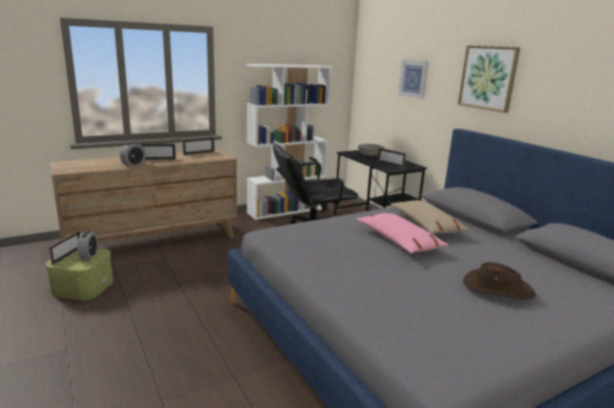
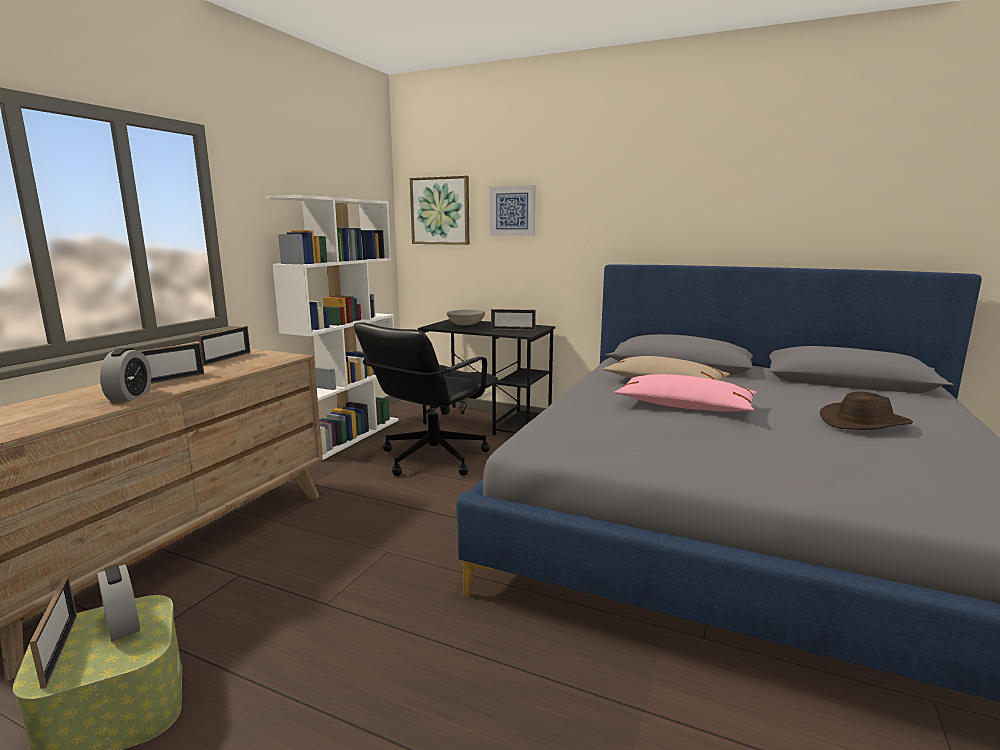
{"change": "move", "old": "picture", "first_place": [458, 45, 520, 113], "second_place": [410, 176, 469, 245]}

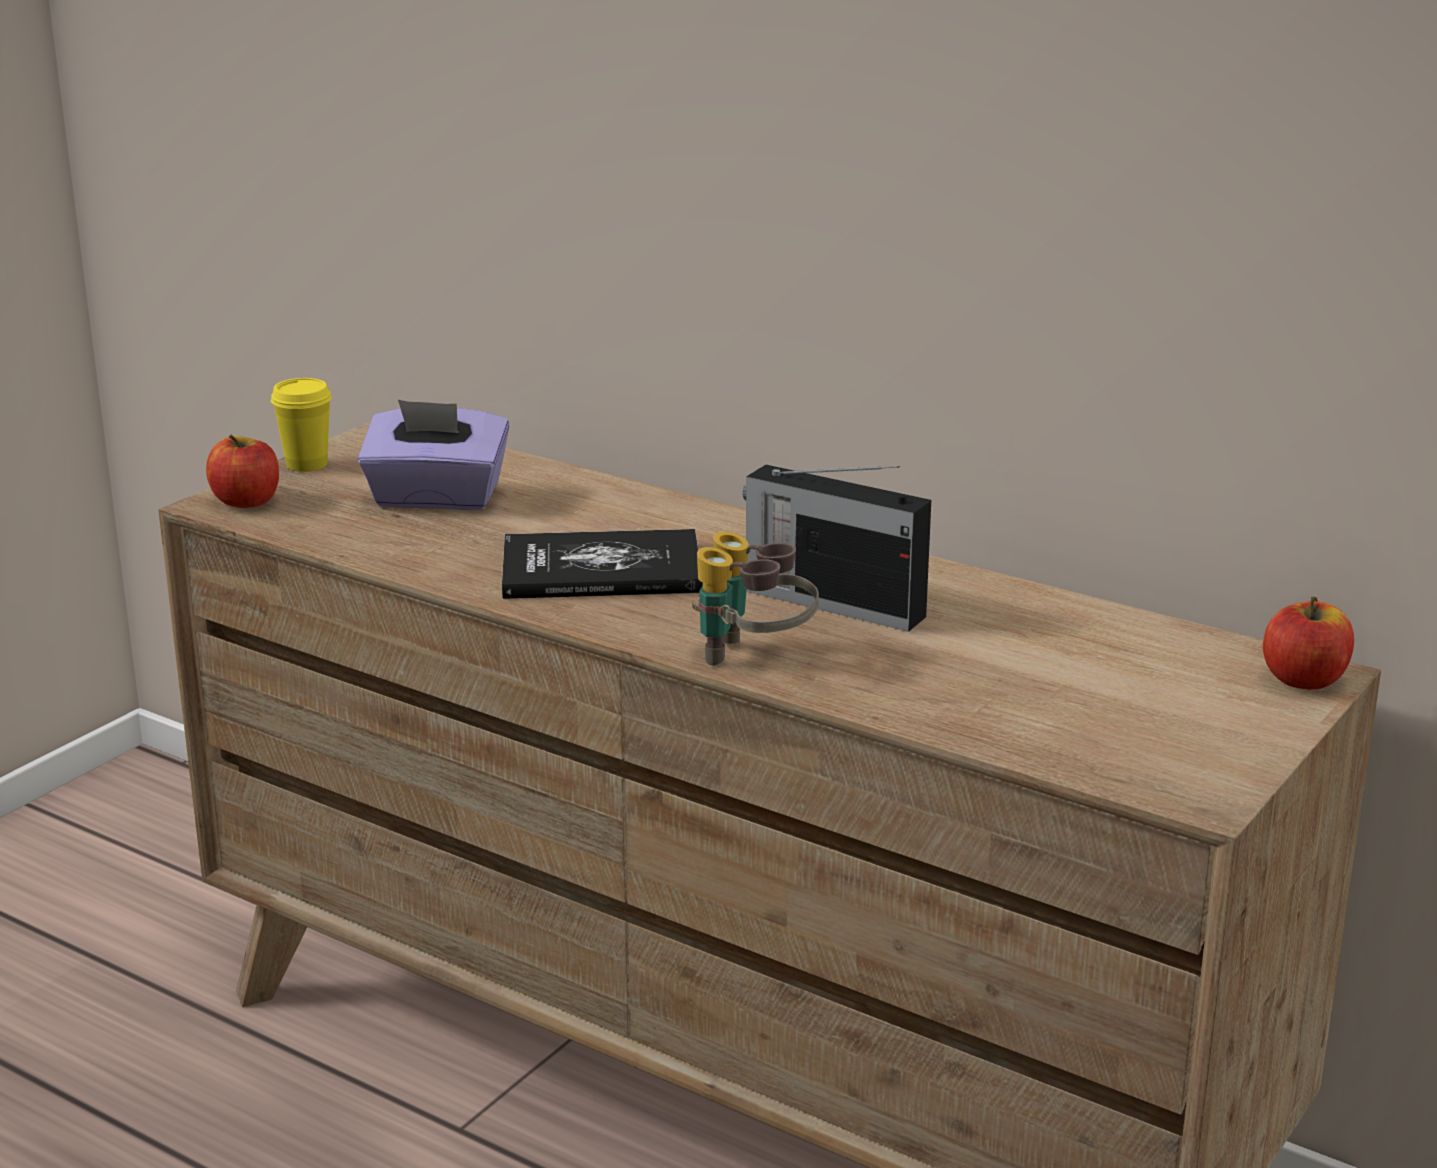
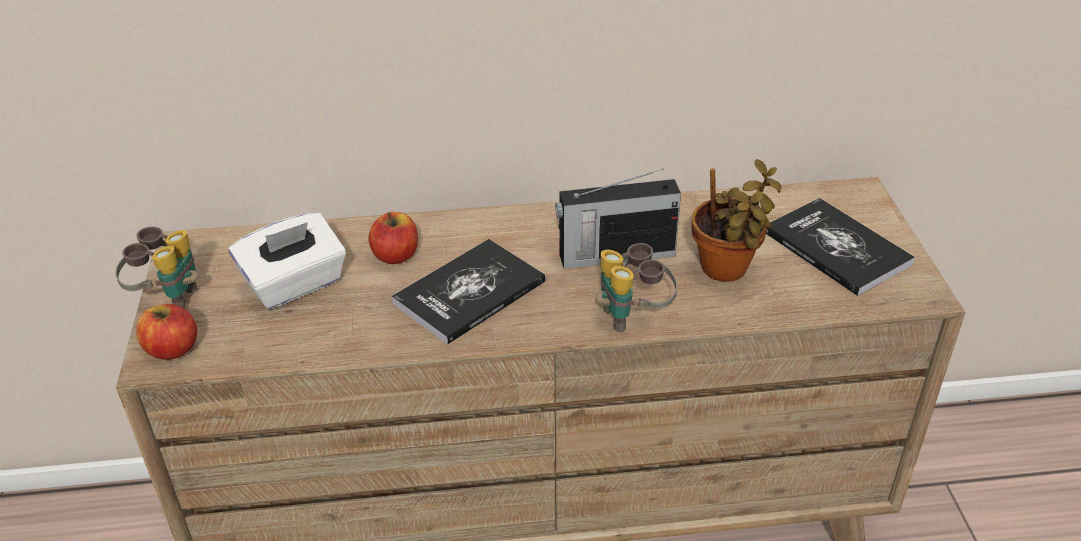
{"change": "insert", "new": "houseplant", "second_place": [692, 159, 782, 282]}
{"change": "insert", "new": "volume", "second_place": [766, 198, 915, 296]}
{"change": "move", "old": "apple fruit", "first_place": [1263, 596, 1354, 689], "second_place": [368, 212, 418, 264]}
{"change": "replace", "old": "cup/yellowish", "new": "pair of binoculars", "first_place": [271, 378, 332, 472], "second_place": [115, 227, 199, 308]}
{"change": "recolor", "old": "tissue holder/purple-coloured", "new": "tissue holder/whitish", "first_place": [358, 400, 509, 510], "second_place": [229, 213, 346, 309]}

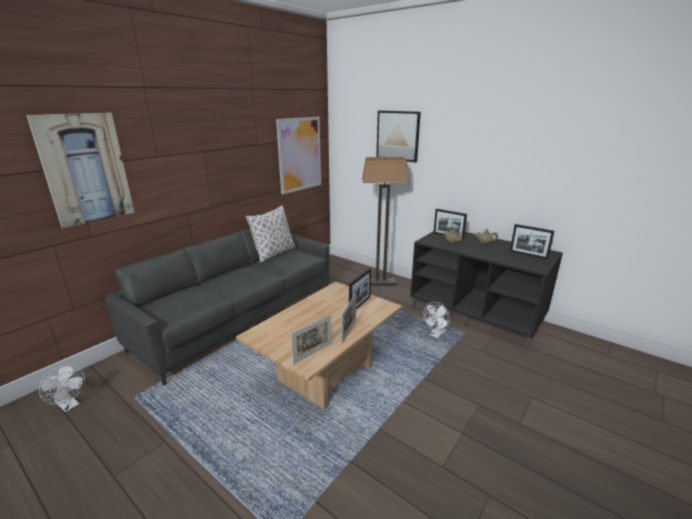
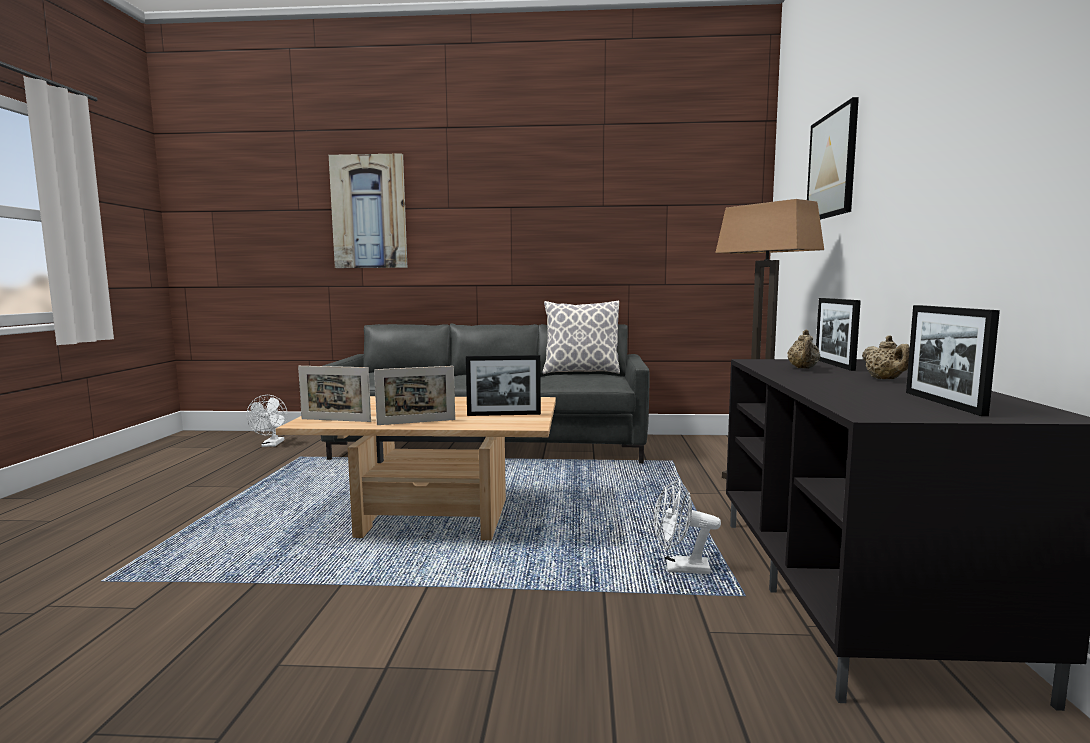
{"change": "delete", "old": "picture", "first_place": [276, 117, 321, 194]}

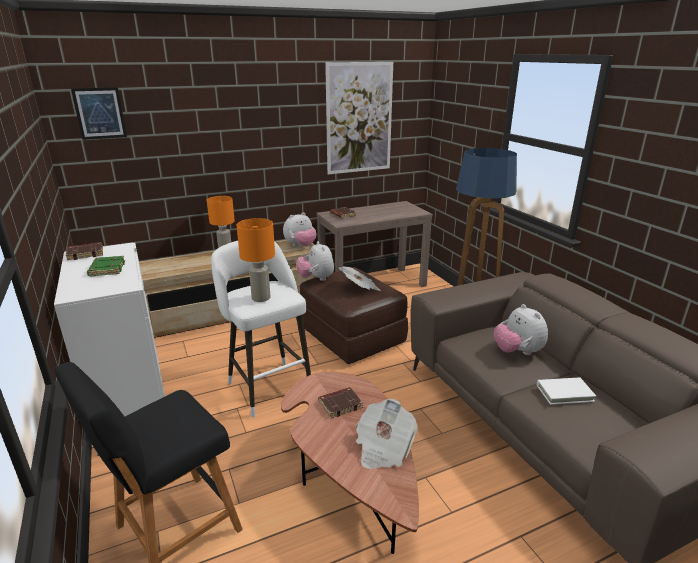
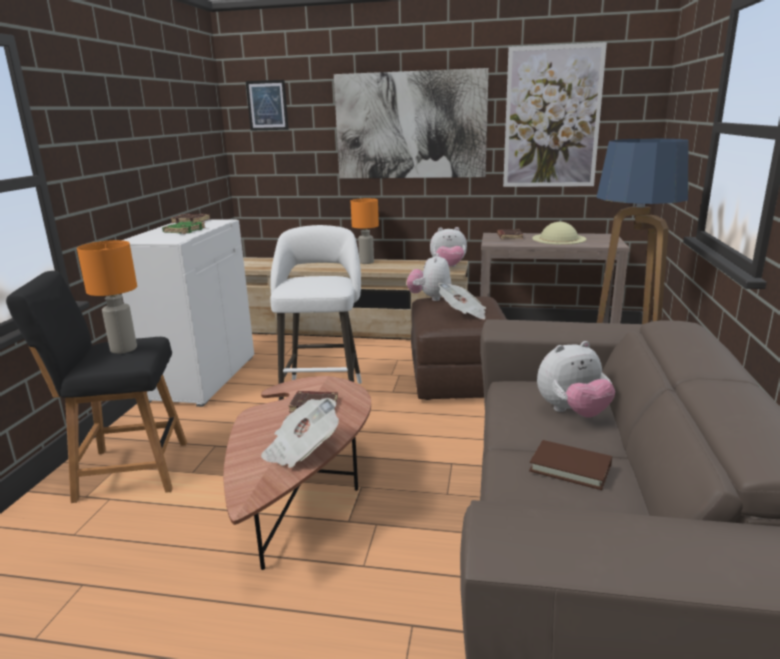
{"change": "insert", "new": "picture", "second_place": [334, 68, 489, 179]}
{"change": "insert", "new": "hat/sand-coloured", "second_place": [532, 222, 586, 245]}
{"change": "move", "old": "lamp for a table/orange-coloured", "first_place": [236, 218, 275, 302], "second_place": [77, 240, 137, 354]}
{"change": "recolor", "old": "volume/whitish", "new": "volume/brown-coloured", "first_place": [537, 377, 596, 405], "second_place": [529, 440, 612, 490]}
{"change": "rotate", "old": "soft toy", "first_place": [494, 304, 548, 355], "second_place": [537, 341, 615, 418], "degrees": -120}

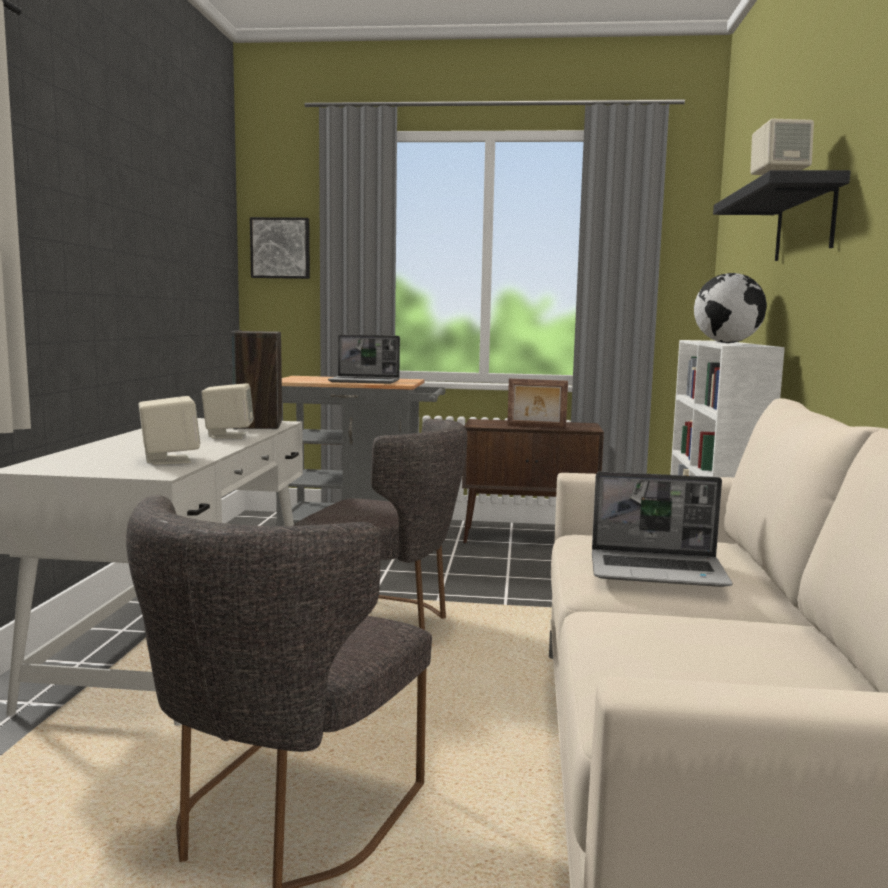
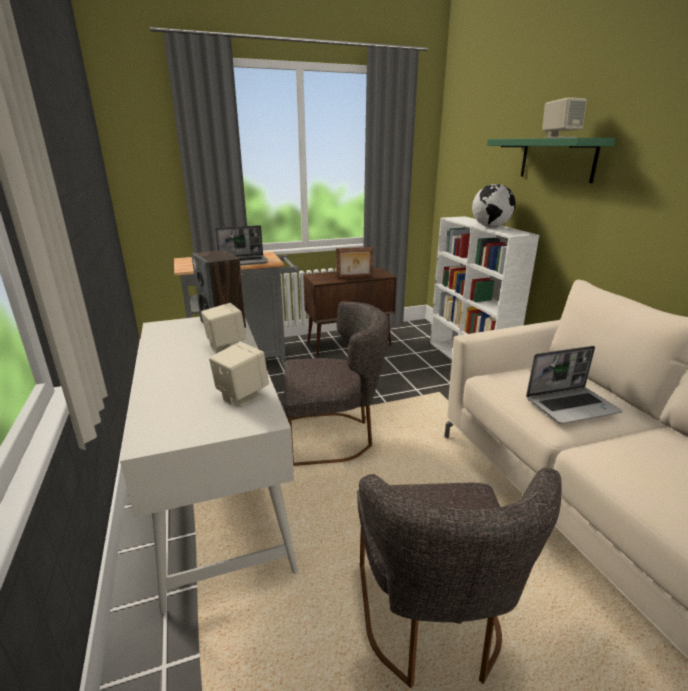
{"change": "delete", "old": "picture", "first_place": [250, 217, 310, 279]}
{"change": "recolor", "old": "bracket shelf/black", "new": "bracket shelf/green", "first_place": [713, 170, 851, 261], "second_place": [487, 138, 616, 183]}

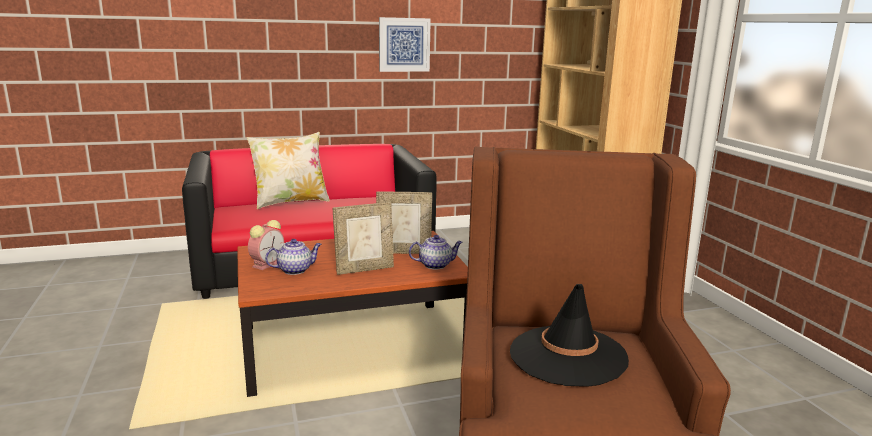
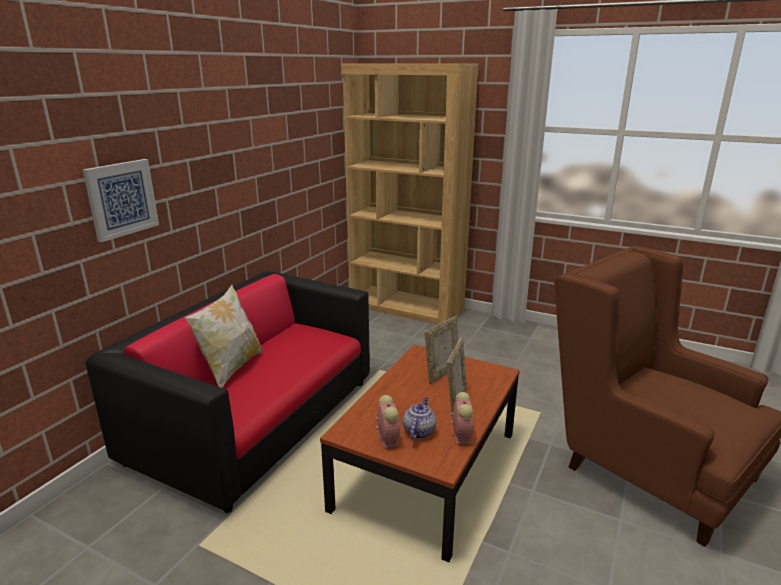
{"change": "delete", "old": "teapot", "first_place": [409, 235, 462, 270]}
{"change": "delete", "old": "hat/black", "first_place": [510, 284, 629, 387]}
{"change": "insert", "new": "bedside clock", "second_place": [450, 392, 474, 445]}
{"change": "move", "old": "picture", "first_place": [379, 17, 431, 72], "second_place": [83, 159, 159, 242]}

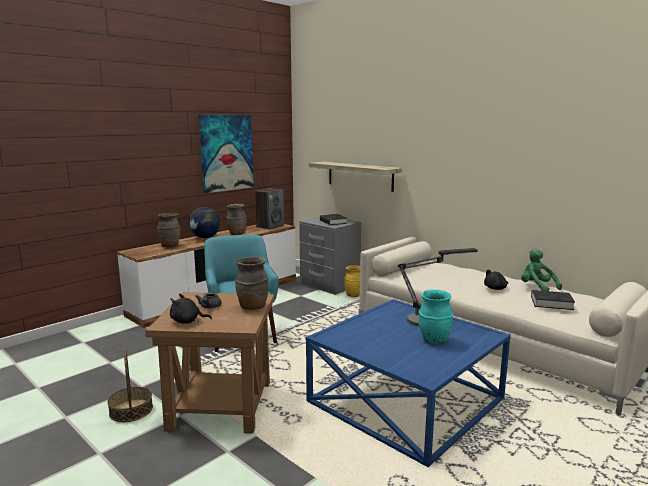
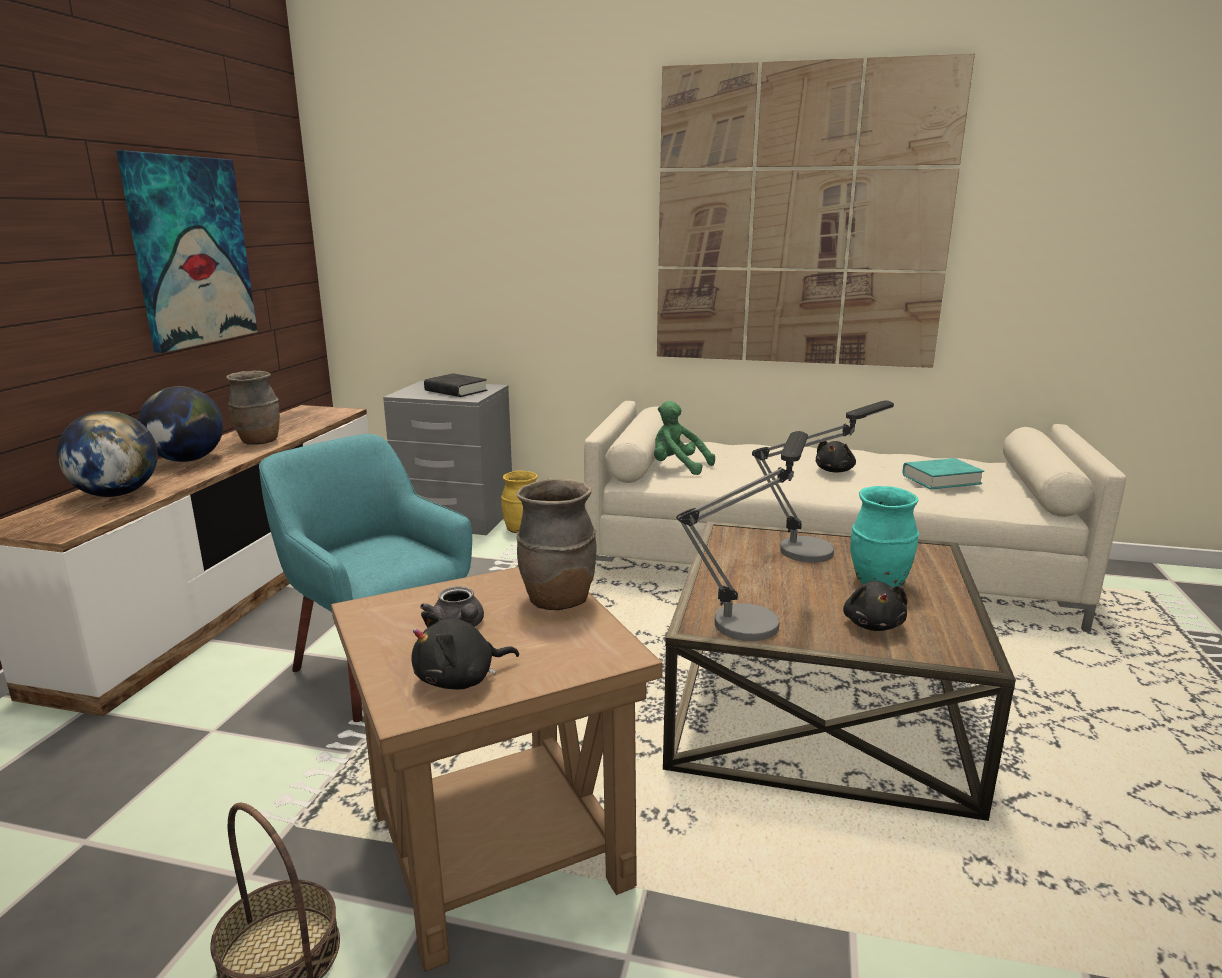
{"change": "delete", "old": "loudspeaker", "first_place": [255, 188, 284, 230]}
{"change": "delete", "old": "bracket shelf", "first_place": [309, 162, 402, 192]}
{"change": "insert", "new": "picture", "second_place": [657, 54, 975, 368]}
{"change": "insert", "new": "lamp for a table", "second_place": [676, 431, 808, 641]}
{"change": "insert", "new": "soft toy/black", "second_place": [843, 581, 907, 631]}
{"change": "move", "old": "soft toy/green", "first_place": [521, 248, 562, 291], "second_place": [654, 401, 715, 475]}
{"change": "replace", "old": "vase/brown-coloured", "new": "globe", "first_place": [157, 213, 181, 247], "second_place": [56, 411, 158, 497]}
{"change": "recolor", "old": "low table/bluish", "new": "low table/brown-coloured", "first_place": [306, 299, 511, 467], "second_place": [663, 521, 1016, 821]}
{"change": "recolor", "old": "volume/black", "new": "volume/blue-green", "first_place": [531, 290, 575, 310], "second_place": [903, 458, 984, 490]}

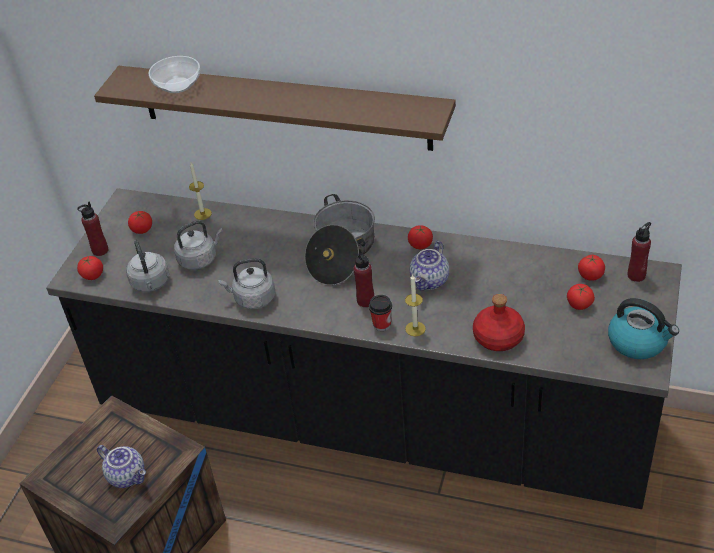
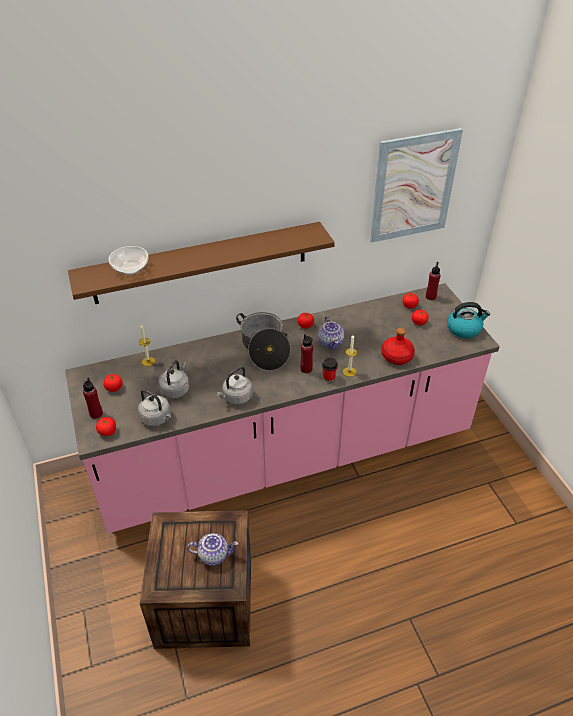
{"change": "insert", "new": "picture", "second_place": [370, 128, 463, 243]}
{"change": "recolor", "old": "counter/black", "new": "counter/pink", "first_place": [46, 188, 682, 509], "second_place": [65, 283, 500, 534]}

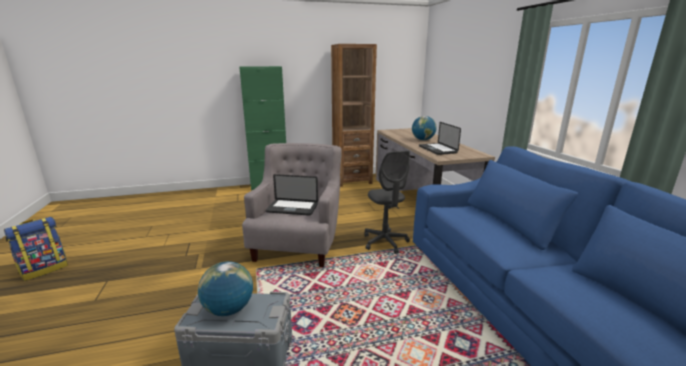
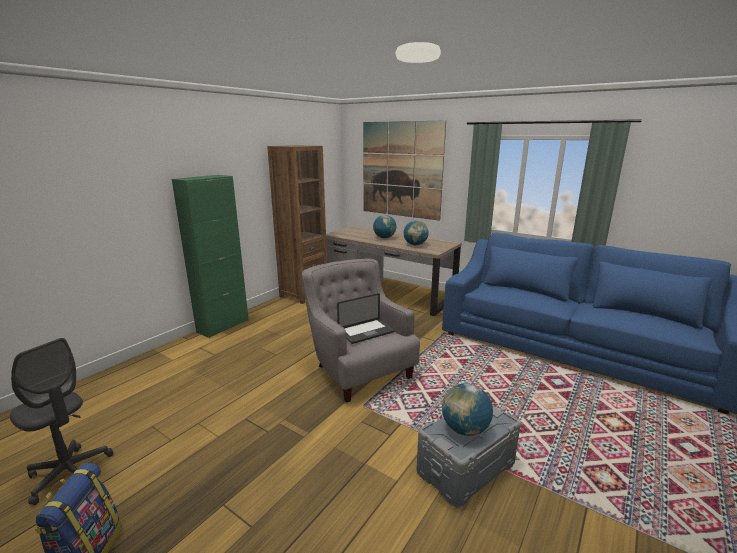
{"change": "insert", "new": "picture", "second_place": [363, 120, 446, 221]}
{"change": "move", "old": "computer chair/gray", "first_place": [364, 150, 410, 254], "second_place": [10, 338, 113, 505]}
{"change": "replace", "old": "laptop", "new": "globe", "first_place": [419, 122, 461, 155], "second_place": [404, 220, 429, 245]}

